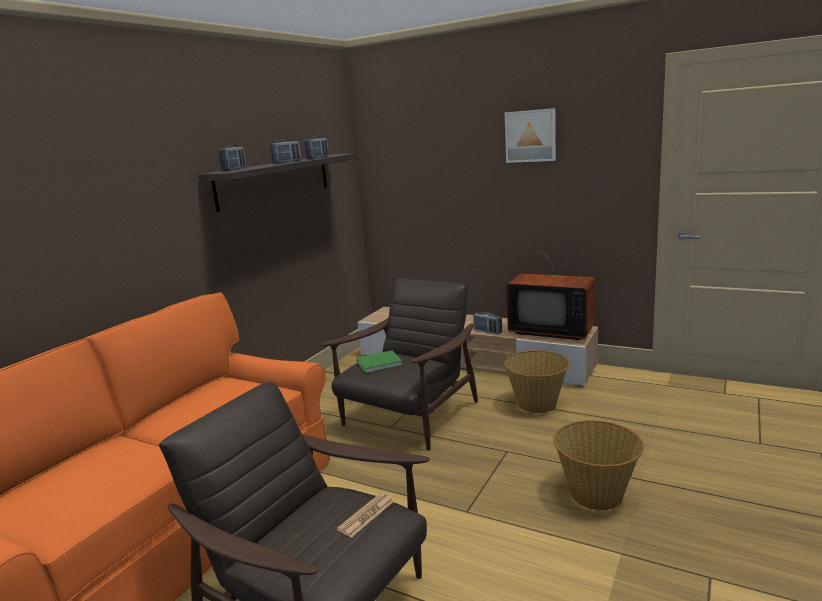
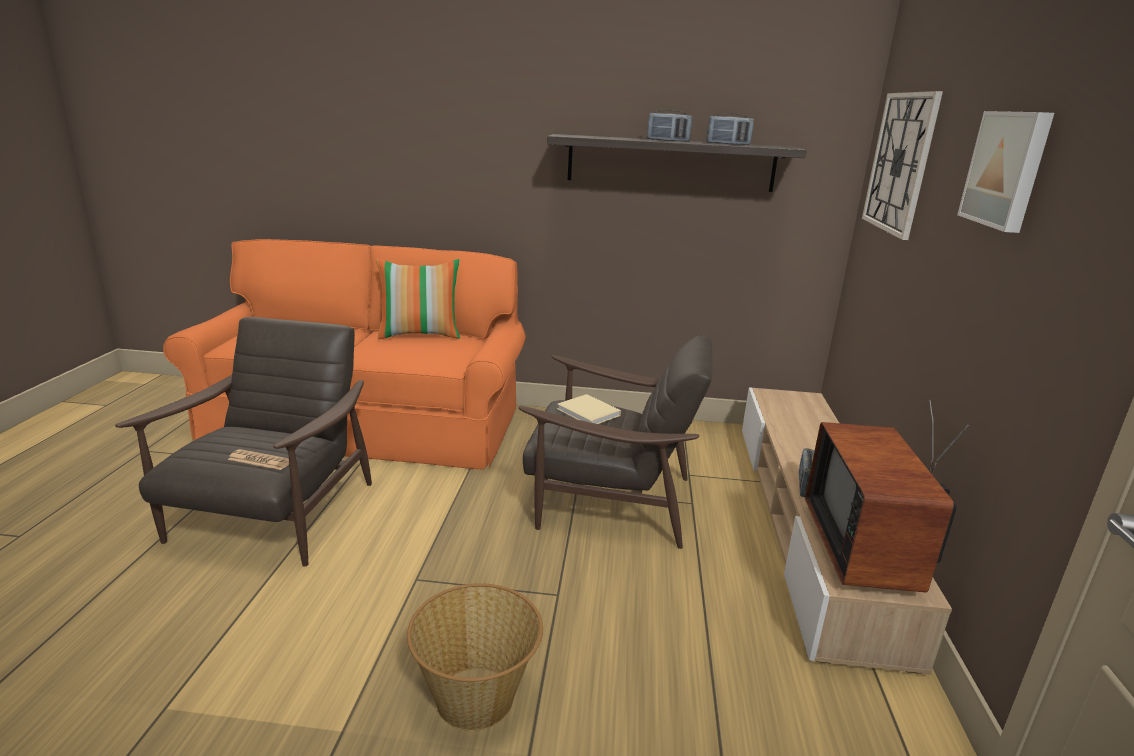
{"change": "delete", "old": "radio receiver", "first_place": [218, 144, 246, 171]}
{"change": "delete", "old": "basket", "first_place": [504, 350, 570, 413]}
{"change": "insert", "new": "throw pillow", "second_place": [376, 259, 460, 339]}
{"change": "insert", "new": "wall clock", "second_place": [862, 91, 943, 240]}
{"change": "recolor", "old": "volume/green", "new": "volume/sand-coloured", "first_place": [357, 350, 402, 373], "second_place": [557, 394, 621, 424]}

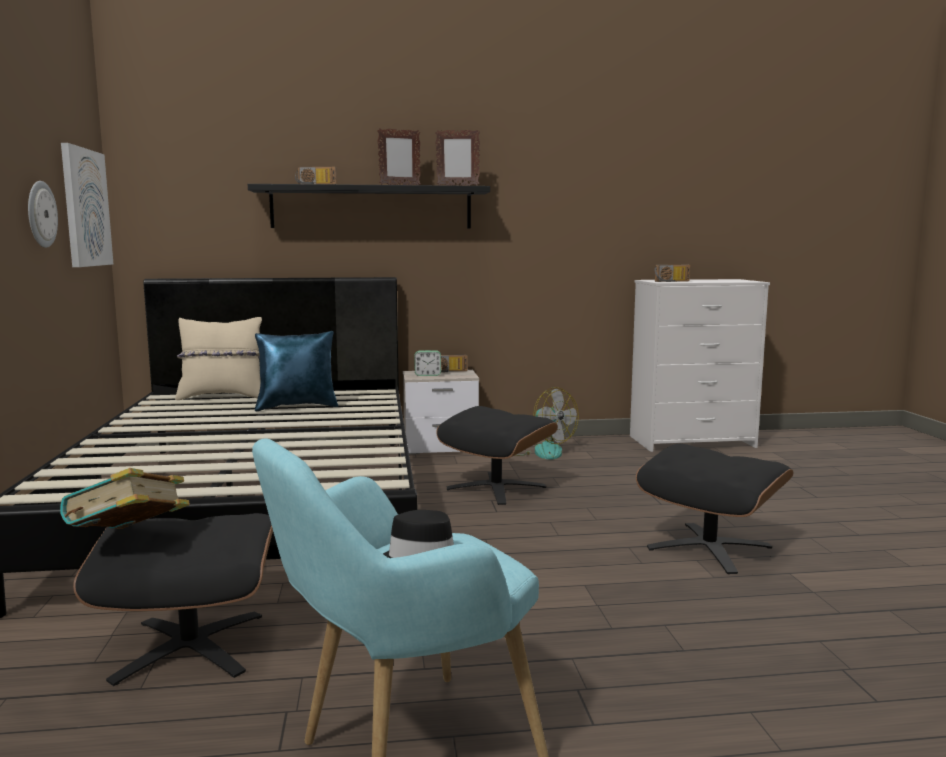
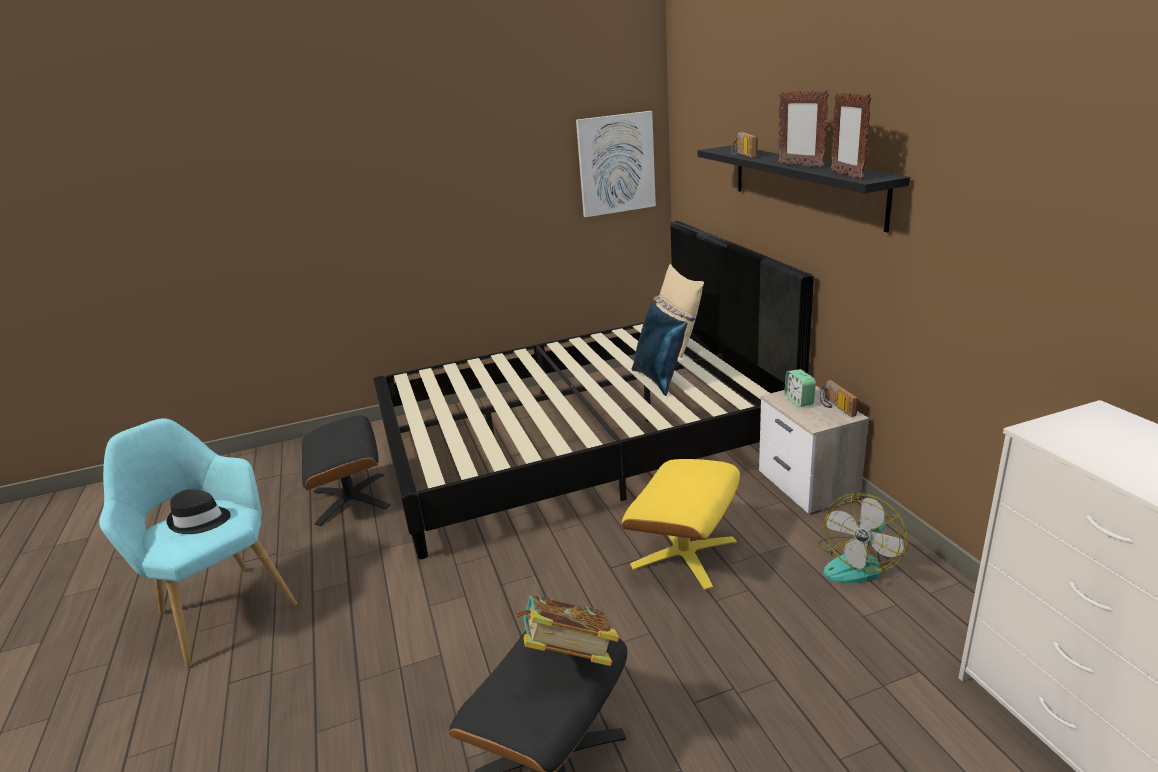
{"change": "delete", "old": "wall clock", "first_place": [28, 181, 58, 248]}
{"change": "delete", "old": "radio receiver", "first_place": [654, 265, 690, 282]}
{"change": "move", "old": "volume", "first_place": [60, 468, 190, 529], "second_place": [517, 595, 619, 666]}
{"change": "recolor", "old": "ottoman/black", "new": "ottoman/yellowish", "first_place": [436, 406, 558, 505], "second_place": [622, 459, 740, 590]}

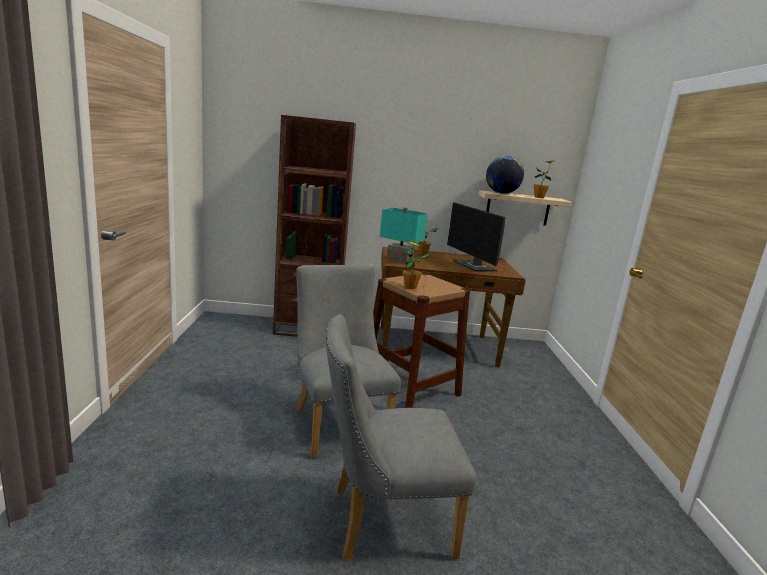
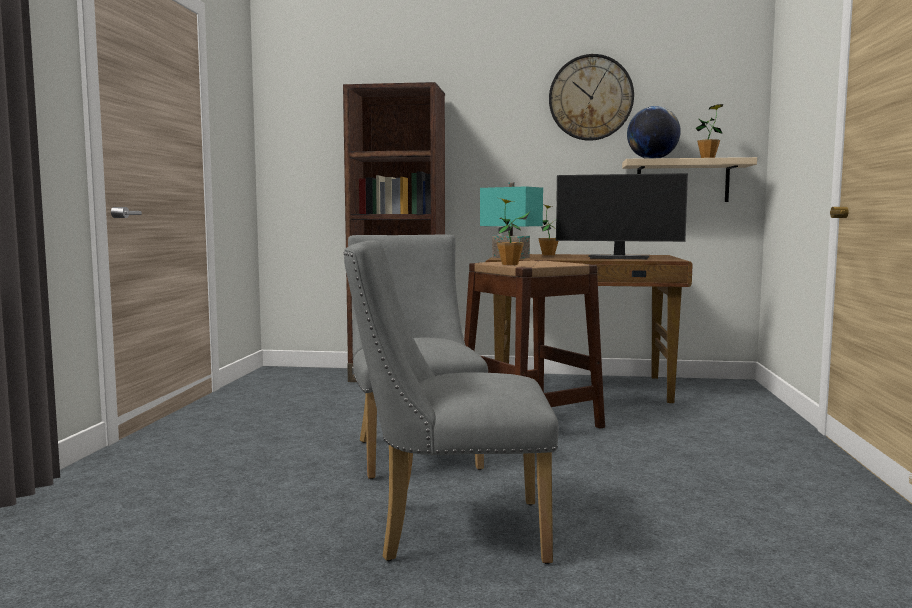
{"change": "insert", "new": "wall clock", "second_place": [549, 54, 634, 141]}
{"change": "rotate", "old": "computer screen", "first_place": [447, 202, 505, 272], "second_place": [556, 173, 688, 259], "degrees": -60}

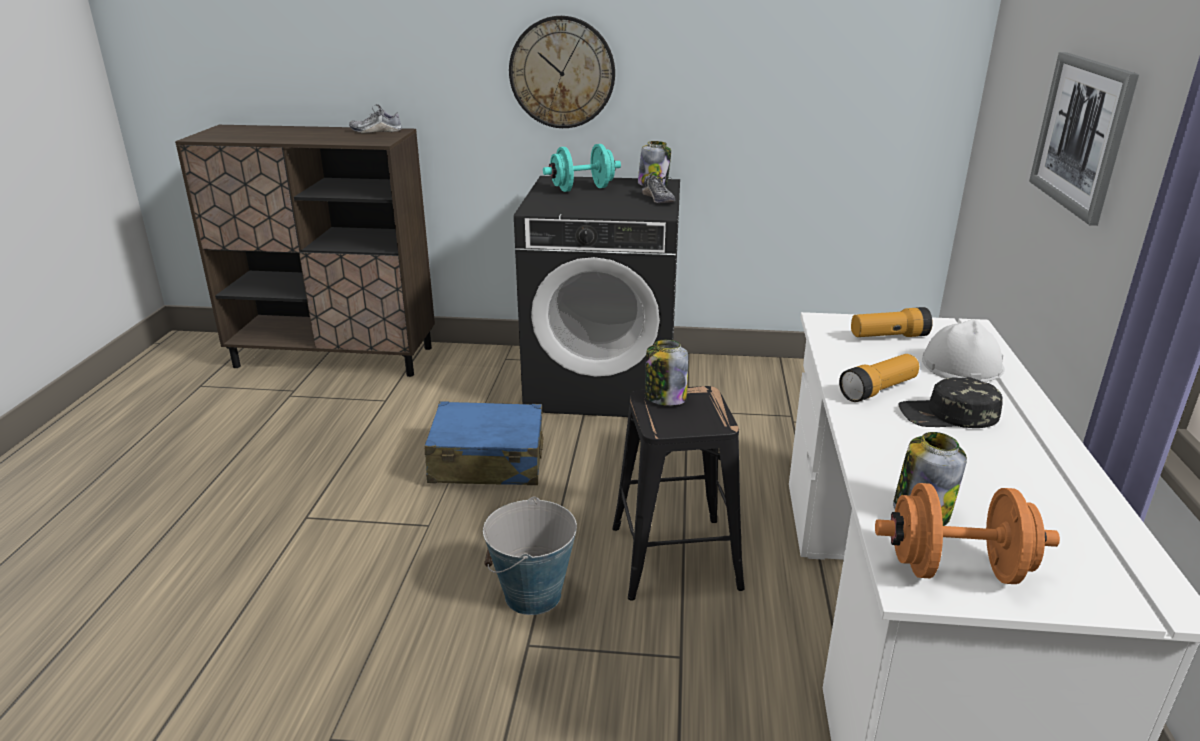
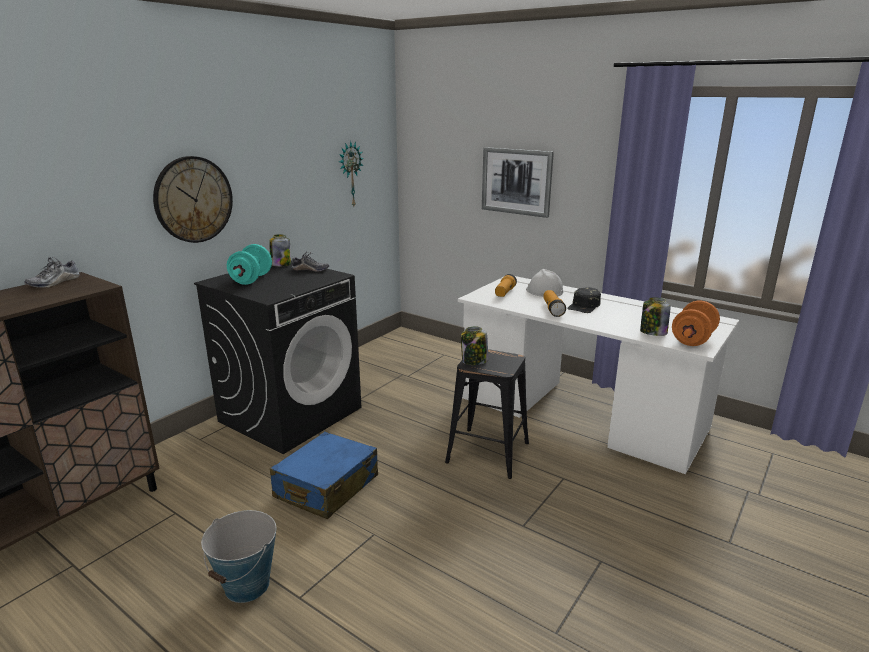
{"change": "insert", "new": "wall clock", "second_place": [339, 141, 364, 206]}
{"change": "move", "old": "pail", "first_place": [483, 497, 577, 615], "second_place": [201, 510, 276, 603]}

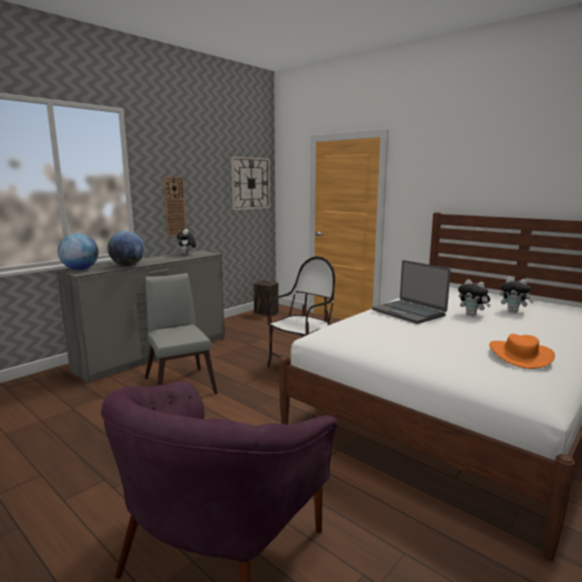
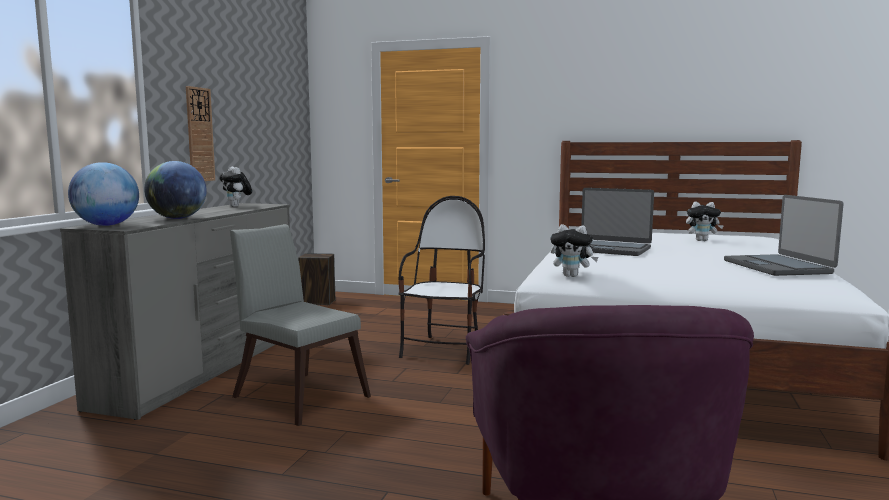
{"change": "delete", "old": "wall clock", "first_place": [231, 156, 270, 210]}
{"change": "move", "old": "soft toy", "first_place": [458, 279, 491, 316], "second_place": [550, 224, 598, 277]}
{"change": "replace", "old": "hat/orange-coloured", "new": "laptop", "first_place": [489, 334, 555, 369], "second_place": [724, 195, 843, 276]}

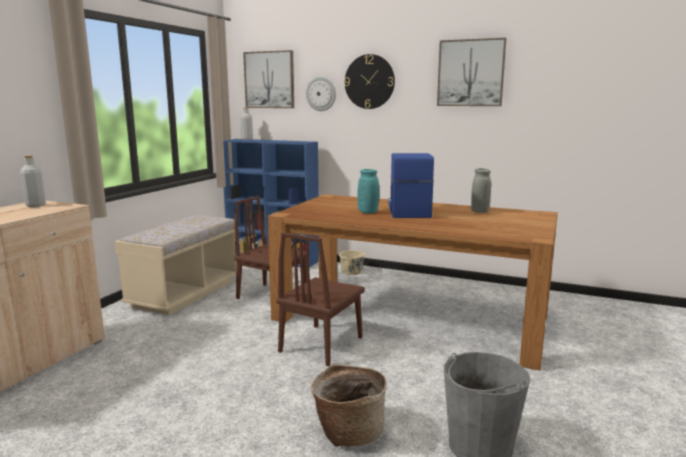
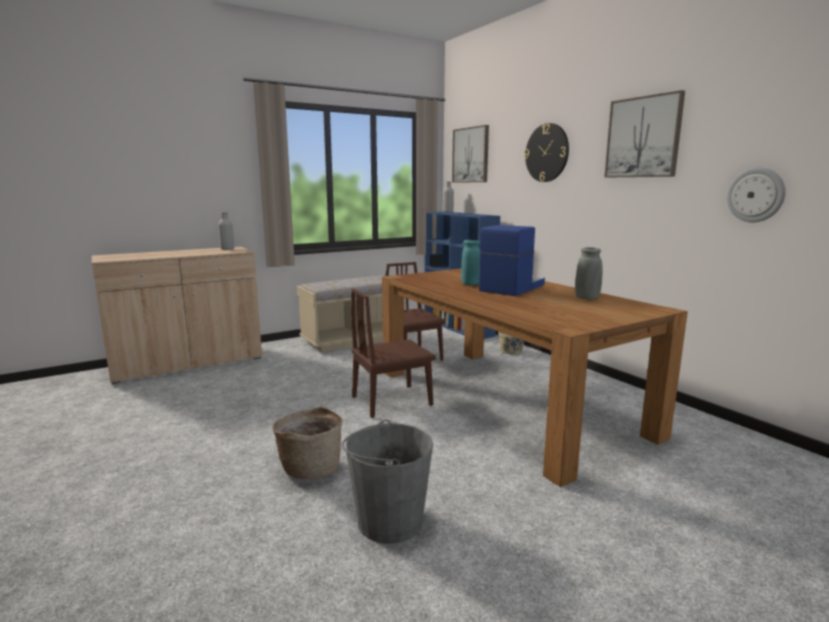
{"change": "move", "old": "wall clock", "first_place": [306, 77, 336, 111], "second_place": [727, 167, 786, 222]}

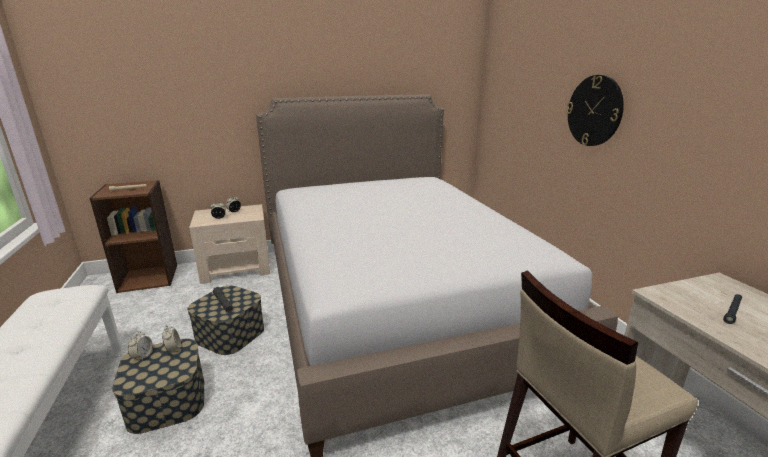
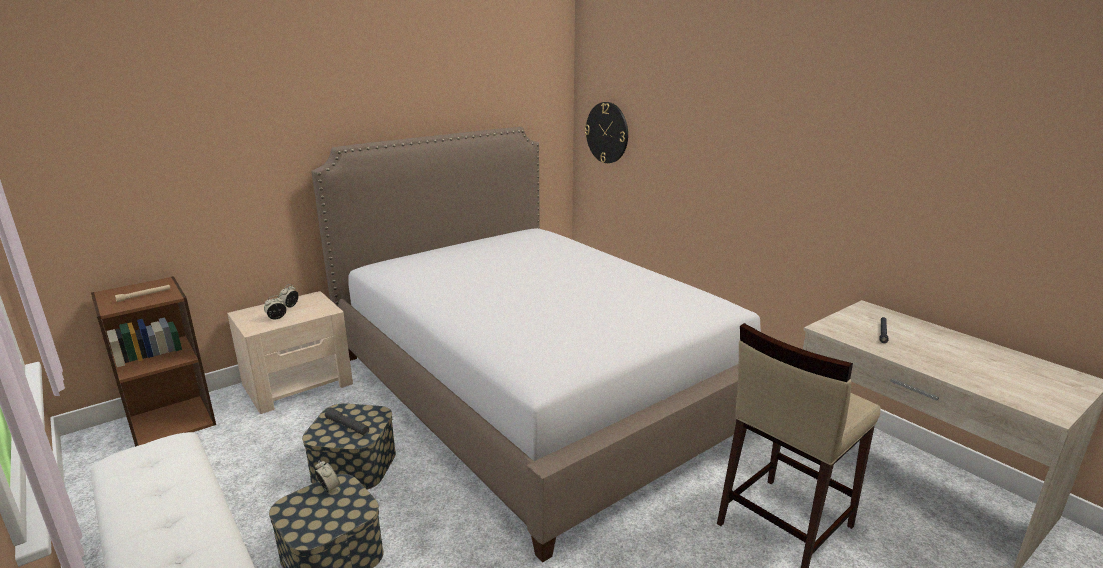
{"change": "delete", "old": "bedside clock", "first_place": [128, 331, 153, 361]}
{"change": "move", "old": "wall clock", "first_place": [566, 75, 624, 146], "second_place": [585, 102, 628, 163]}

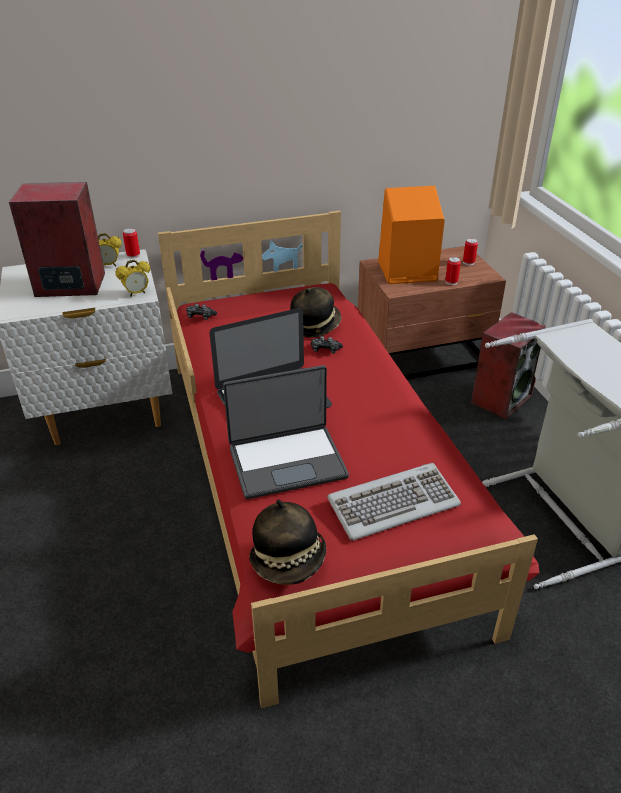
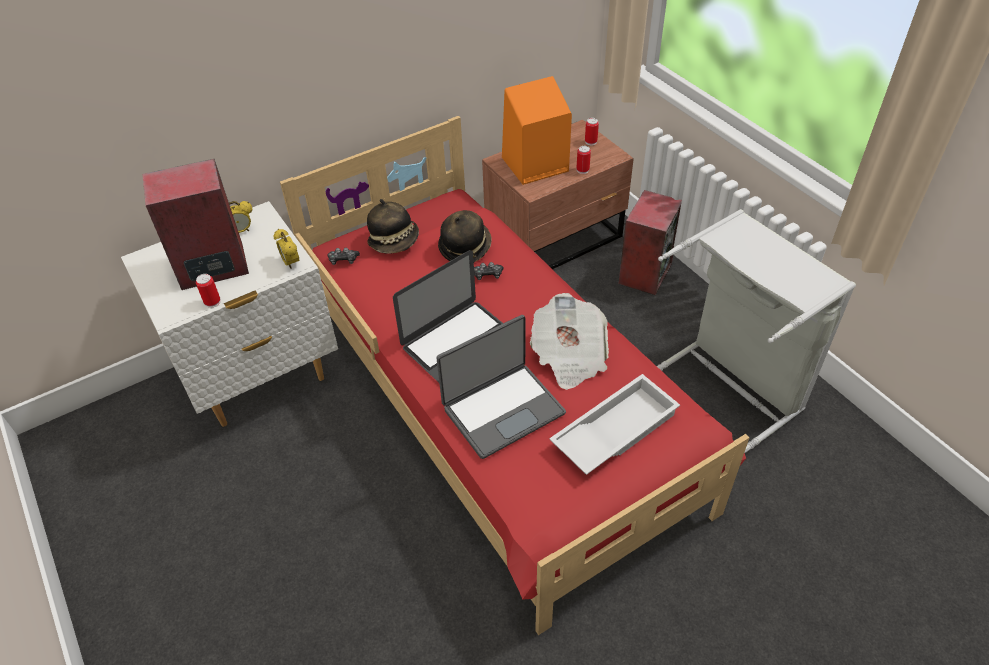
{"change": "insert", "new": "newspaper", "second_place": [530, 293, 609, 390]}
{"change": "move", "old": "can", "first_place": [123, 228, 140, 259], "second_place": [196, 274, 221, 308]}
{"change": "move", "old": "hat", "first_place": [249, 499, 326, 585], "second_place": [367, 199, 419, 254]}
{"change": "replace", "old": "computer keyboard", "new": "serving tray/whitish", "first_place": [327, 463, 461, 541], "second_place": [549, 374, 680, 475]}
{"change": "rotate", "old": "bedside clock", "first_place": [115, 260, 150, 297], "second_place": [274, 229, 299, 269], "degrees": 105}

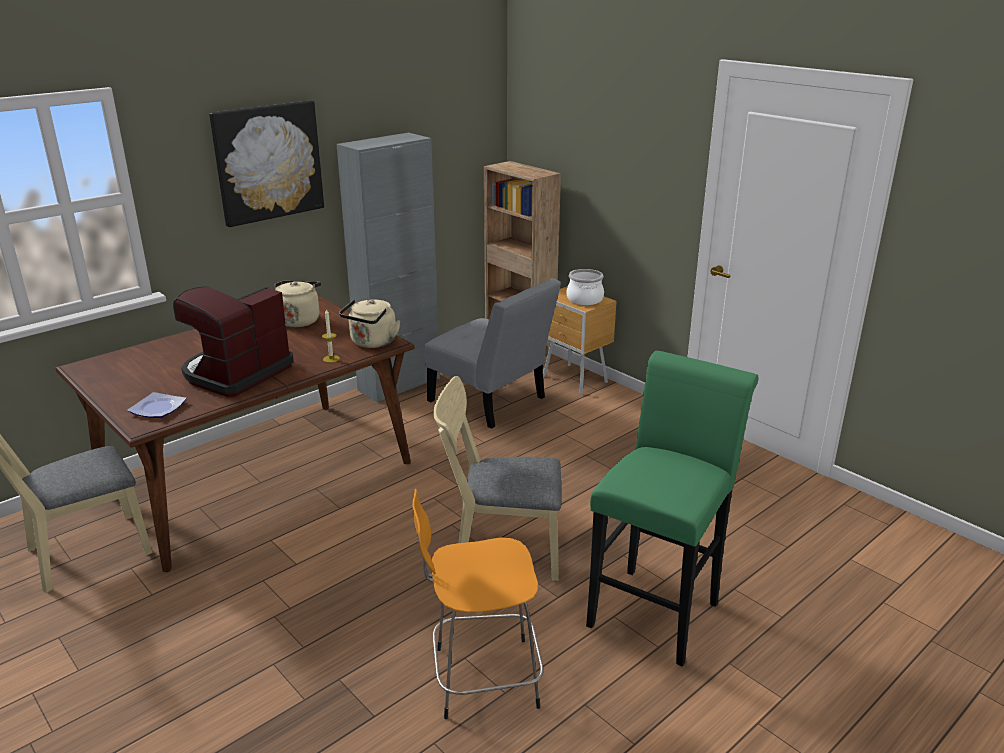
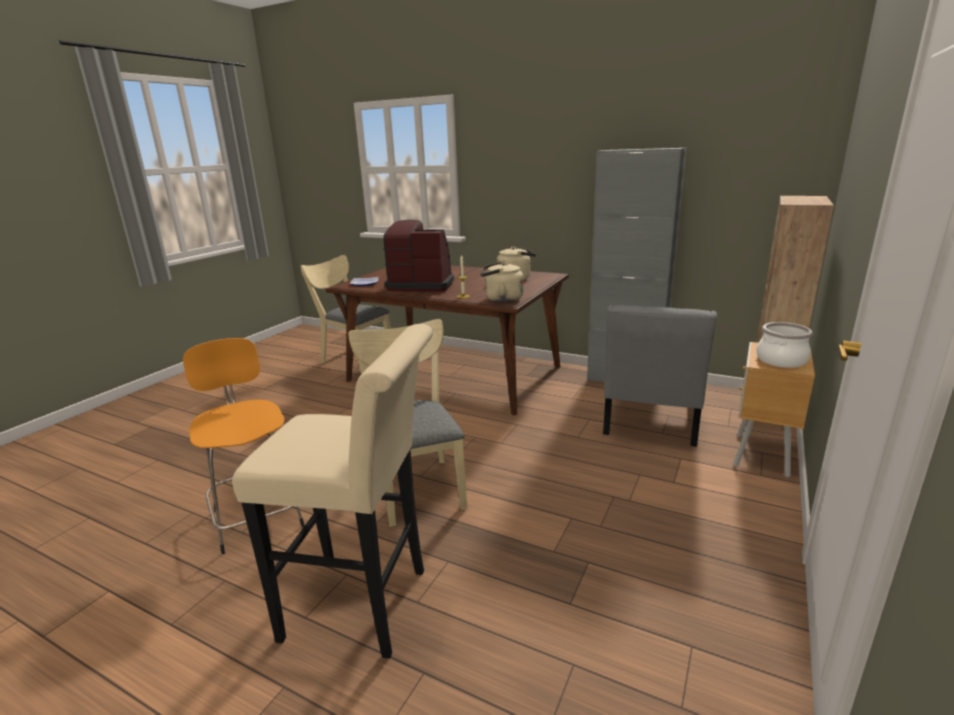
{"change": "delete", "old": "picture", "first_place": [209, 101, 324, 227]}
{"change": "recolor", "old": "stool/green", "new": "stool/sand-coloured", "first_place": [586, 351, 759, 667], "second_place": [232, 324, 433, 659]}

